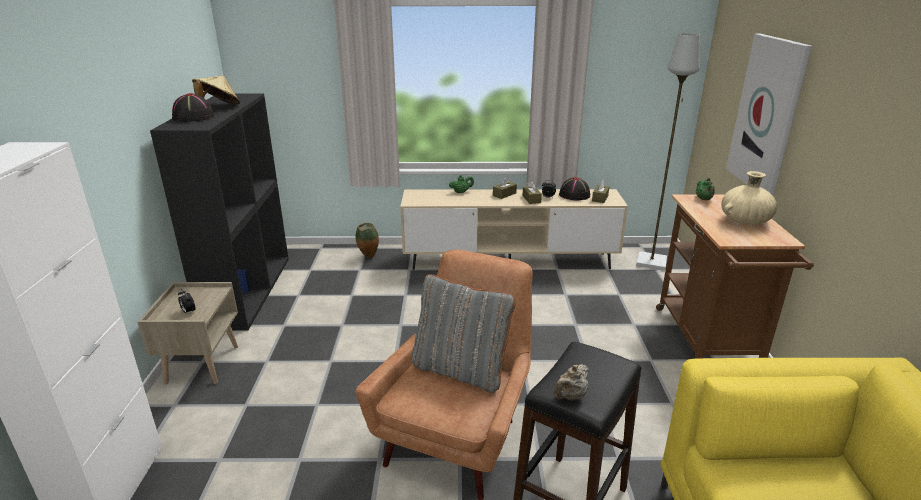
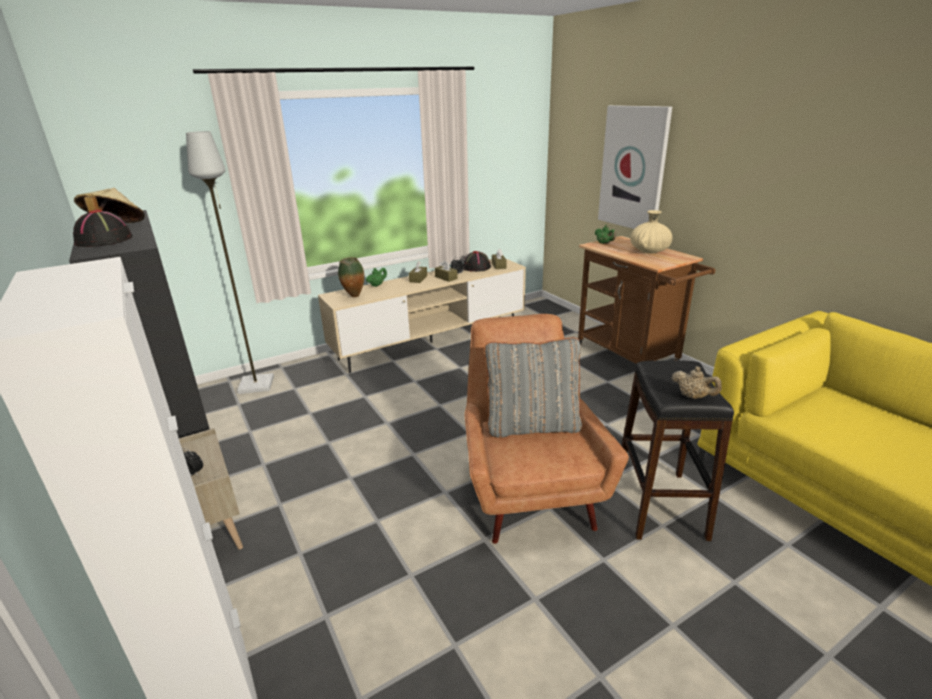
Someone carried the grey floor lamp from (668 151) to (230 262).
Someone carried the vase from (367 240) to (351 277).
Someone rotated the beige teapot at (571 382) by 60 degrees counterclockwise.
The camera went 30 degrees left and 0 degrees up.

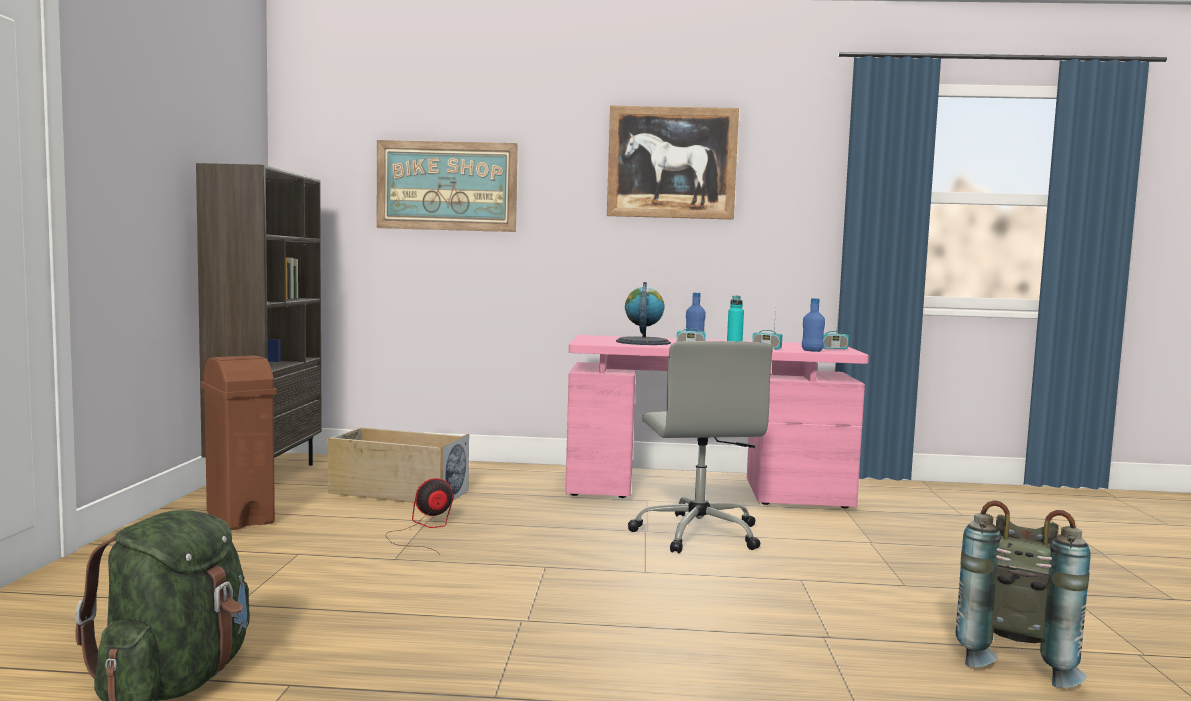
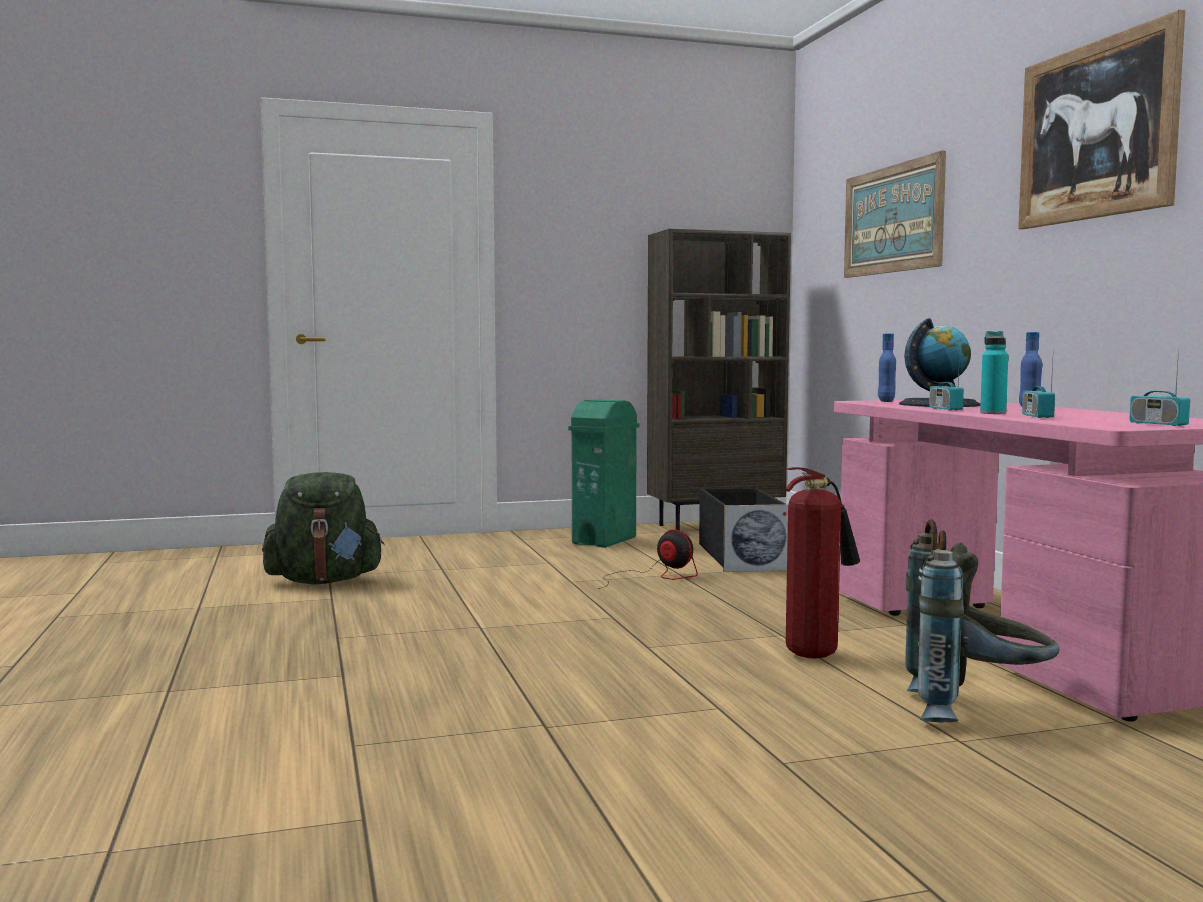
Someone carried the blue bottle from (813 325) to (887 367).
Someone swapped the grey office chair at (700 447) for the fire extinguisher at (823 563).
Someone repainted the brown trash can at (239 442), which became the green trash can at (604 473).
Someone repainted the beige storage box at (398 465), which became the black storage box at (743 530).
Someone carried the grey backpack from (1023 594) to (982 620).
The camera went 70 degrees right and 0 degrees up.

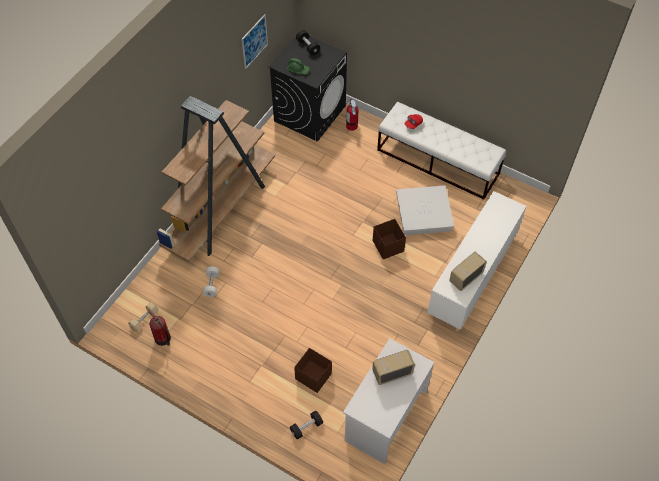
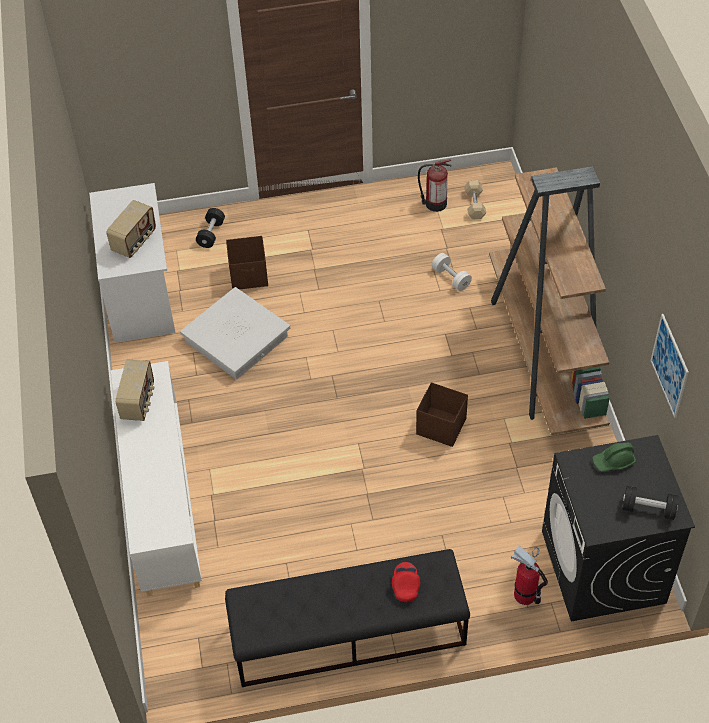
Someone repainted the white bench at (441 151), which became the black bench at (347 618).
Someone carried the white storage box from (425 210) to (235 333).
Someone carried the brown storage box from (389 239) to (442 414).
The camera went 140 degrees right and 5 degrees down.

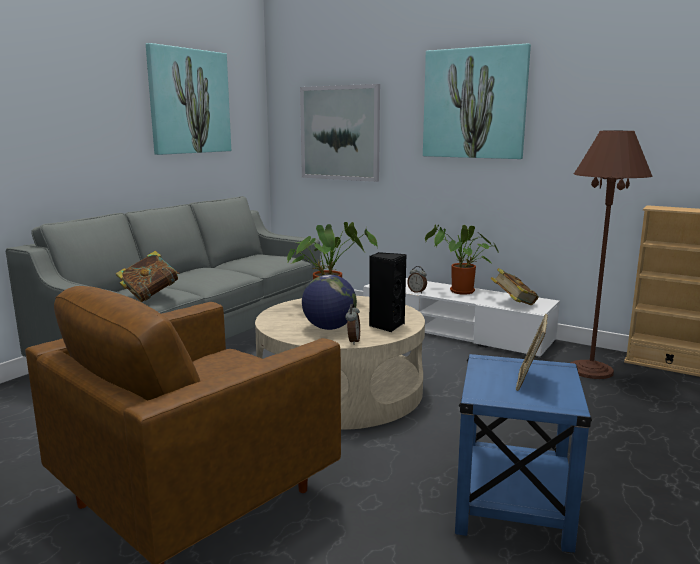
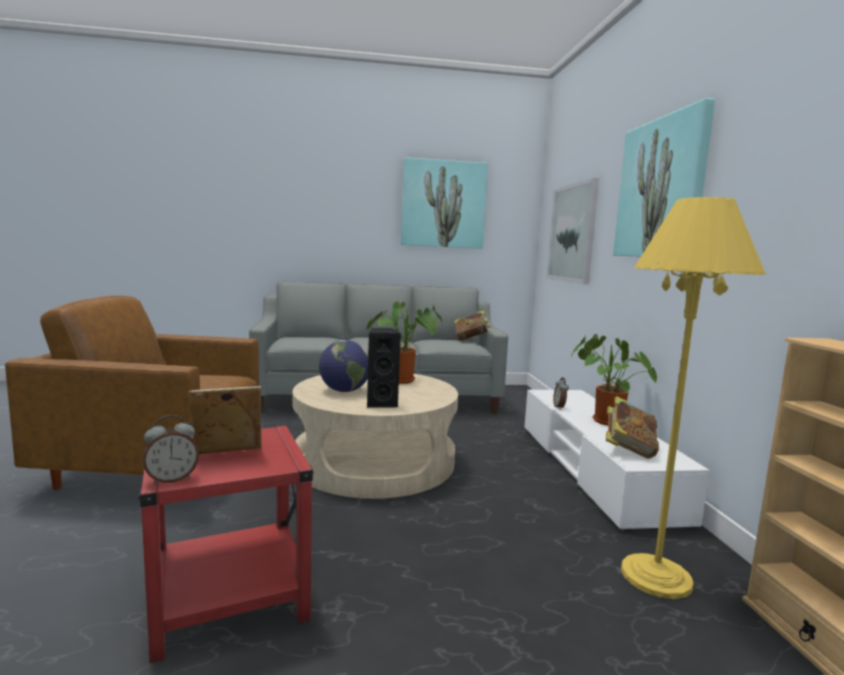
Someone repainted the brown floor lamp at (612 255), which became the yellow floor lamp at (693 398).
Someone carried the book from (148 276) to (473 325).
Someone carried the alarm clock from (352 324) to (170 449).
Someone repainted the blue side table at (523 453), which became the red side table at (226 544).
The camera went 50 degrees right and 5 degrees down.

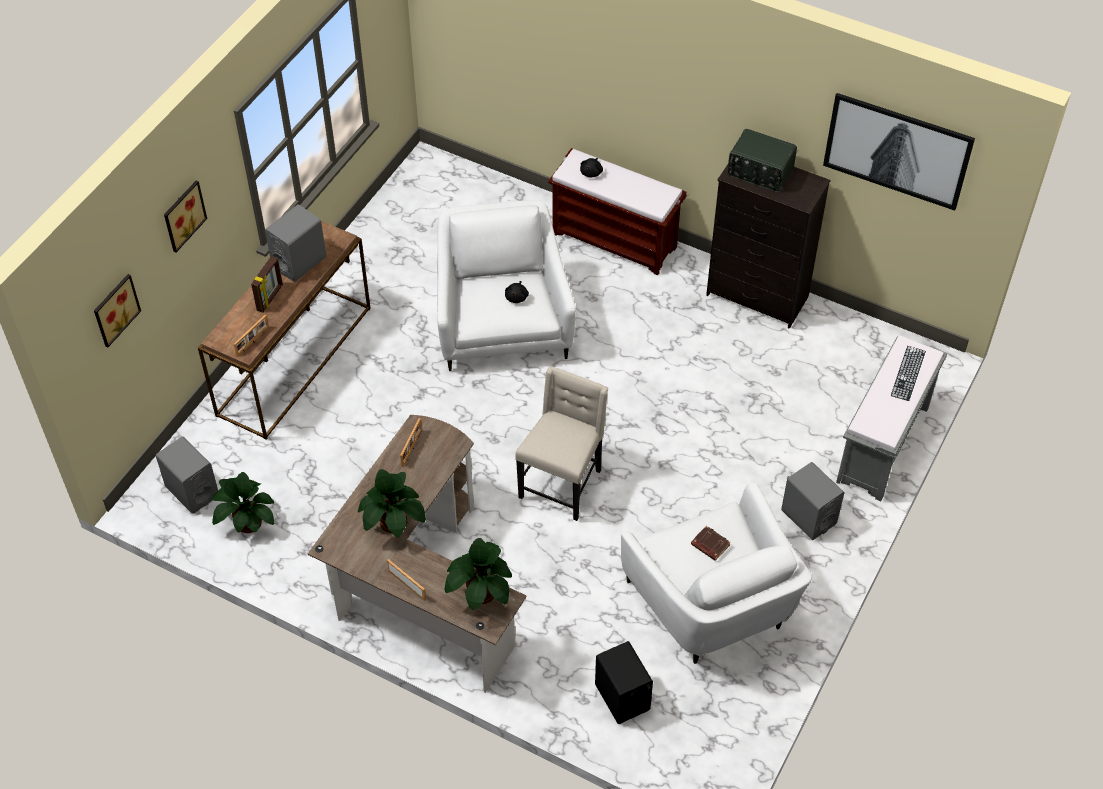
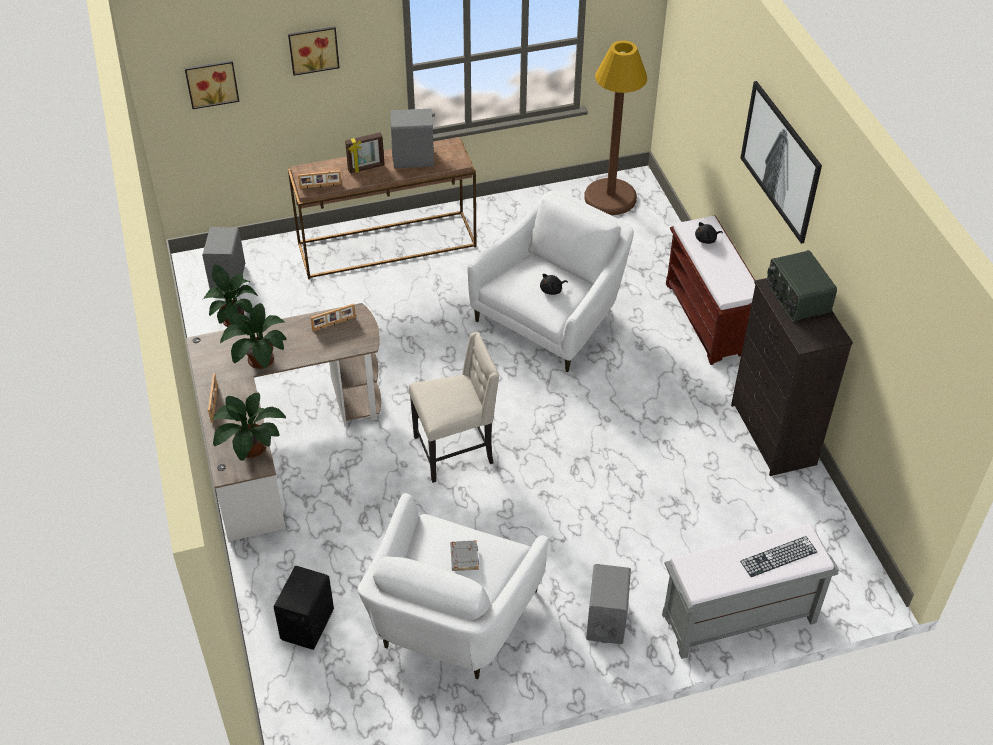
Someone carried the picture from (899 152) to (781 162).
Someone repainted the brown book at (711 543), which became the grey book at (464 555).
Someone put down the brown floor lamp at (615 127).
The camera went 45 degrees right and 5 degrees down.

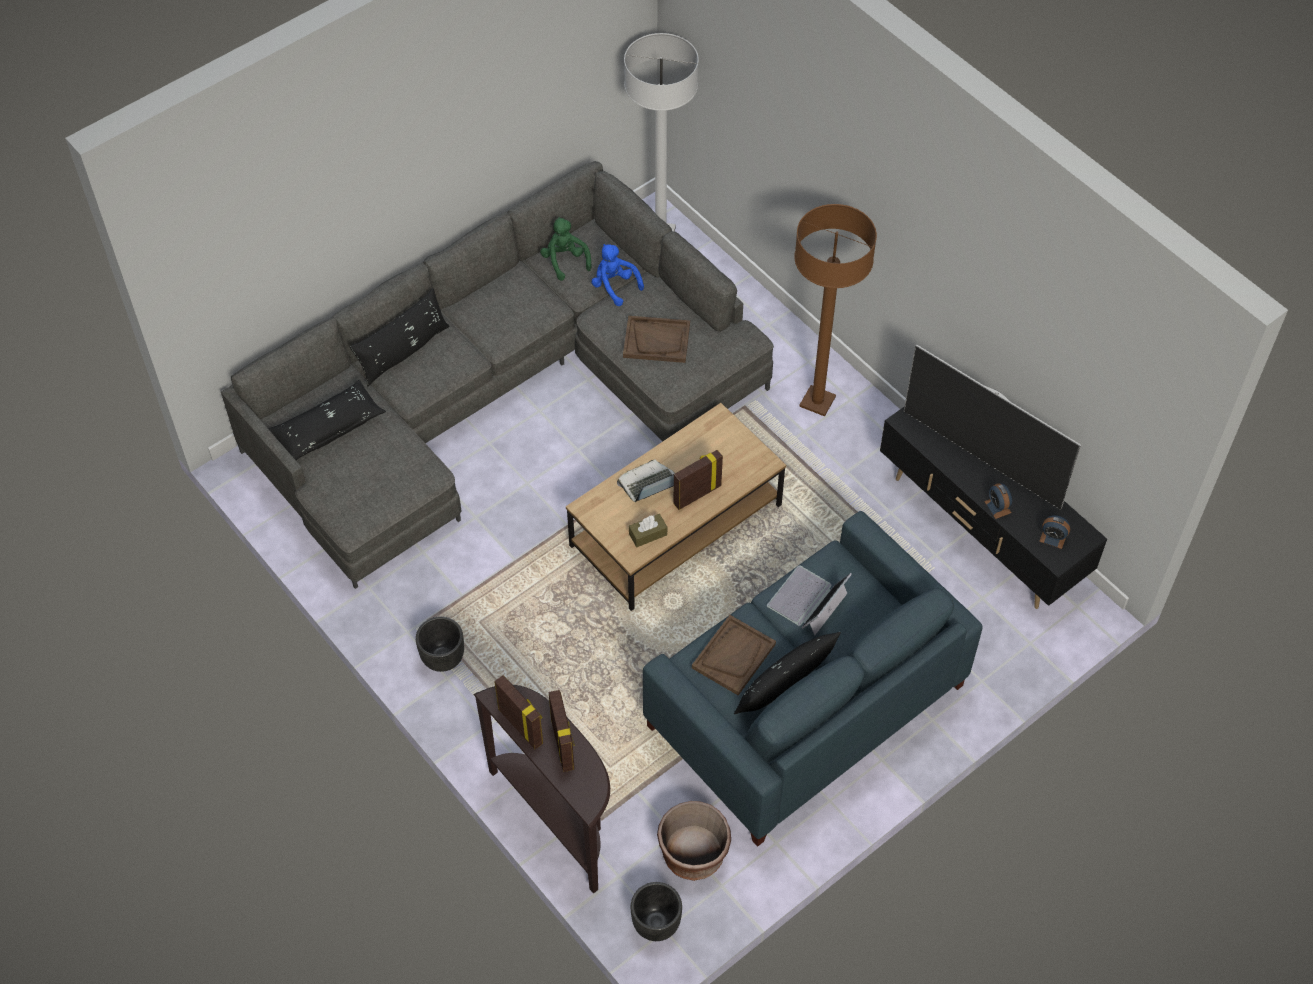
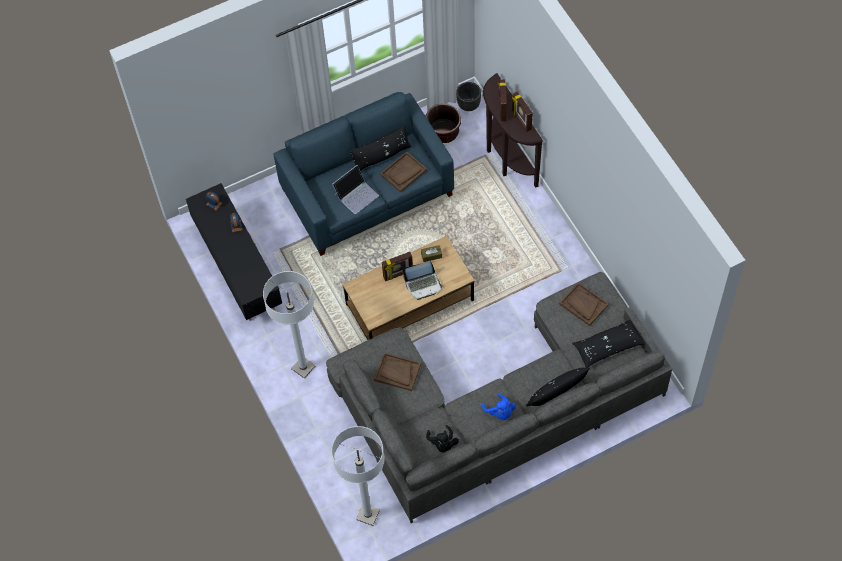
Someone repainted the brown floor lamp at (835 310), which became the white floor lamp at (289 325).
Someone repainted the green plush toy at (565 249), which became the black plush toy at (442 438).
Someone carried the blue plush toy from (618 275) to (499 407).
Someone took away the television at (992 427).
Someone took away the black planter at (440 644).
Someone put down the brown tray at (584 304).
The camera went 165 degrees left and 5 degrees up.

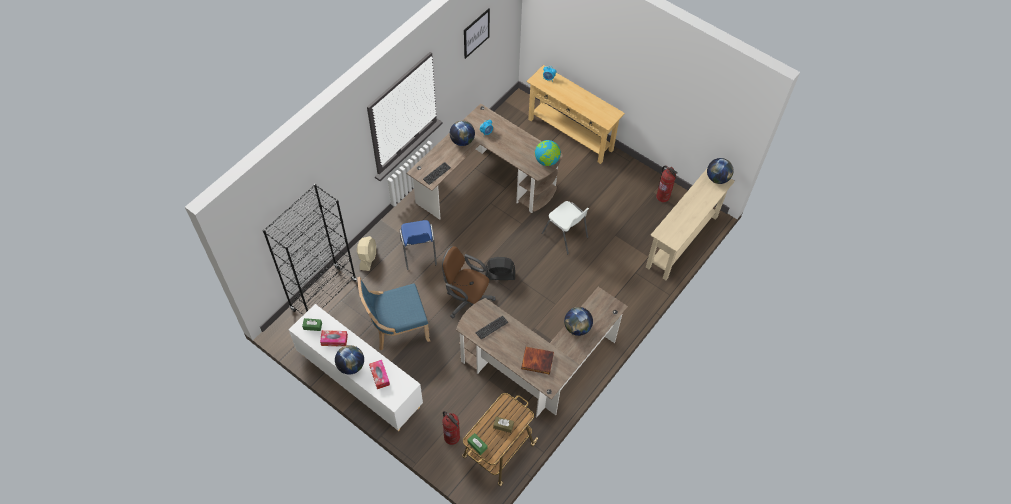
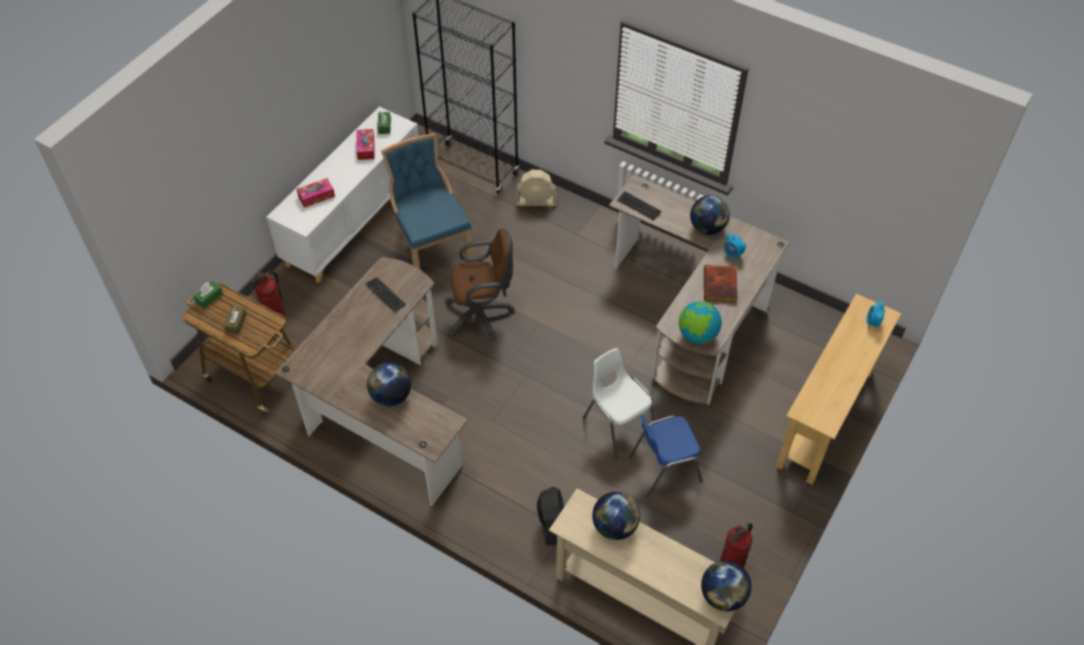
Someone took away the picture at (477 34).
Someone rotated the white chair at (565 227) by 105 degrees clockwise.
Someone carried the blue chair from (418 245) to (666 456).
Someone rotated the brown office chair at (469 282) by 60 degrees clockwise.
Someone carried the black fan from (500 268) to (550 516).
Someone carried the globe from (349 360) to (616 516).
Someone carried the book from (537 361) to (721 283).
The camera went 85 degrees right and 5 degrees down.

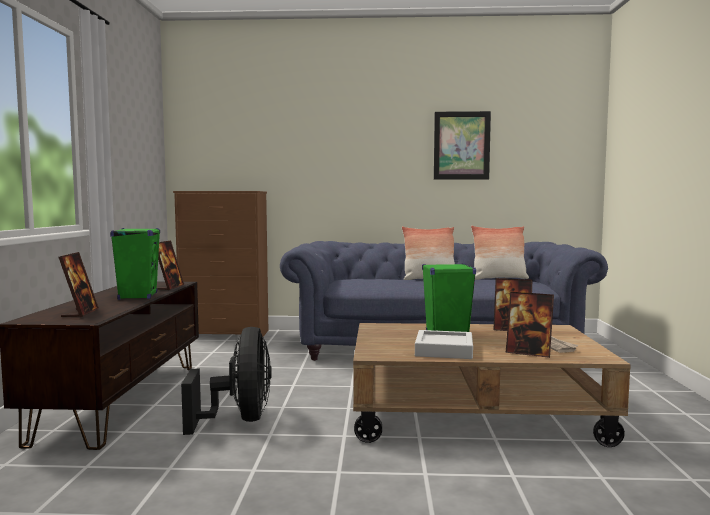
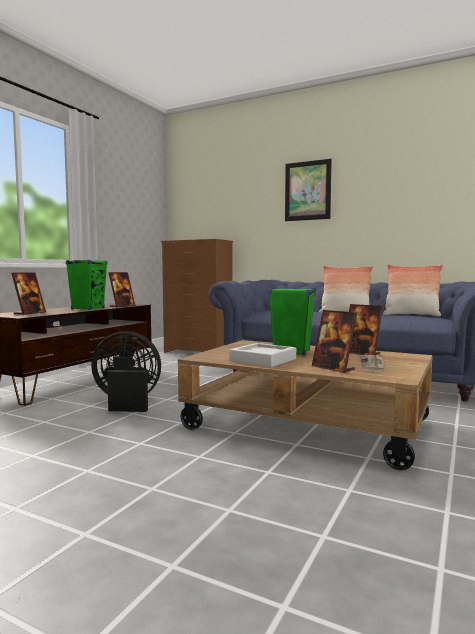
Someone carried the picture from (462 145) to (308 190).
Someone rotated the black fan at (226 381) by 105 degrees counterclockwise.
The camera went 25 degrees right and 0 degrees up.

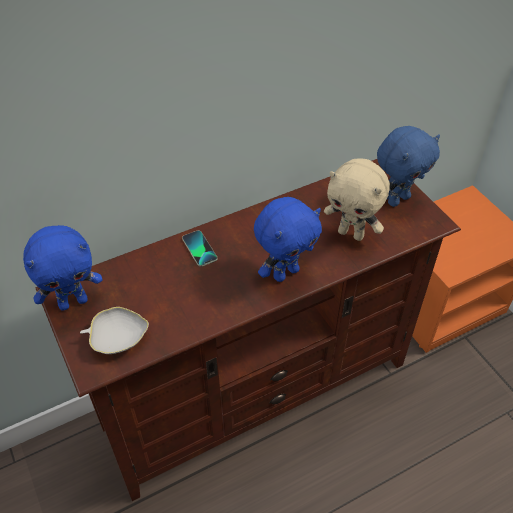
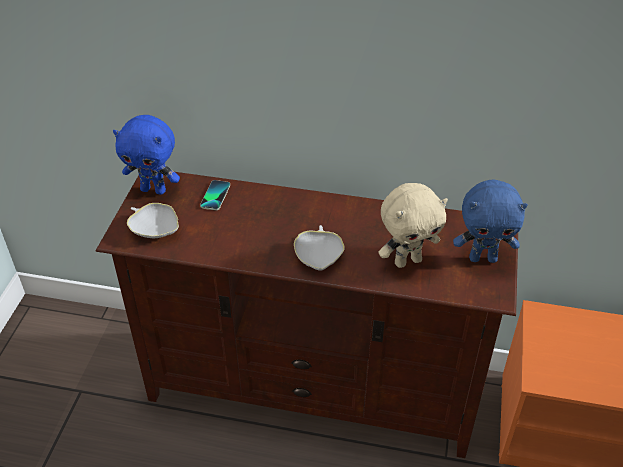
Someone rotated the beige plush toy at (357 199) by 90 degrees counterclockwise.
Someone swapped the blue plush toy at (288 239) for the white bowl at (319 247).
Someone carried the phone from (199 248) to (215 195).
The camera went 40 degrees right and 5 degrees down.

